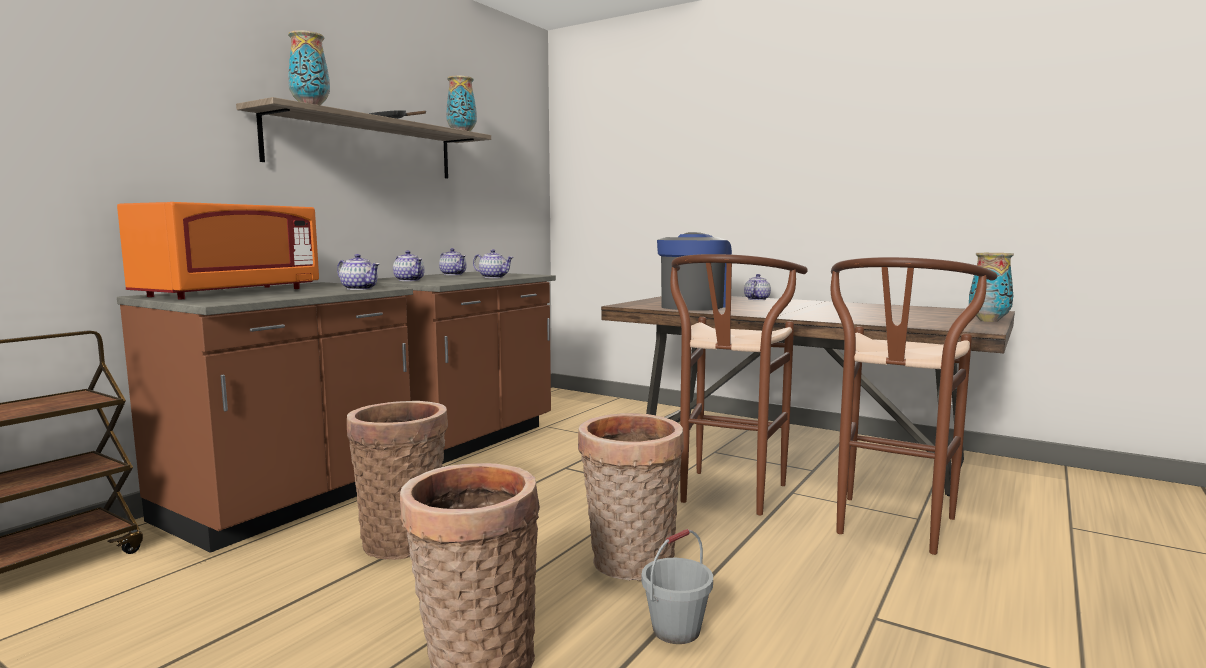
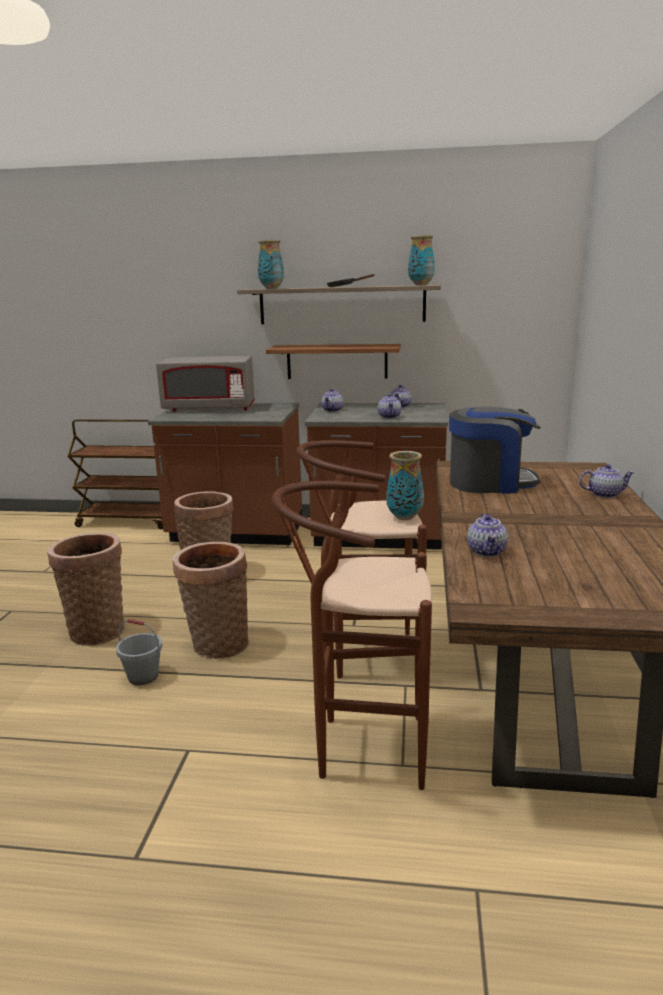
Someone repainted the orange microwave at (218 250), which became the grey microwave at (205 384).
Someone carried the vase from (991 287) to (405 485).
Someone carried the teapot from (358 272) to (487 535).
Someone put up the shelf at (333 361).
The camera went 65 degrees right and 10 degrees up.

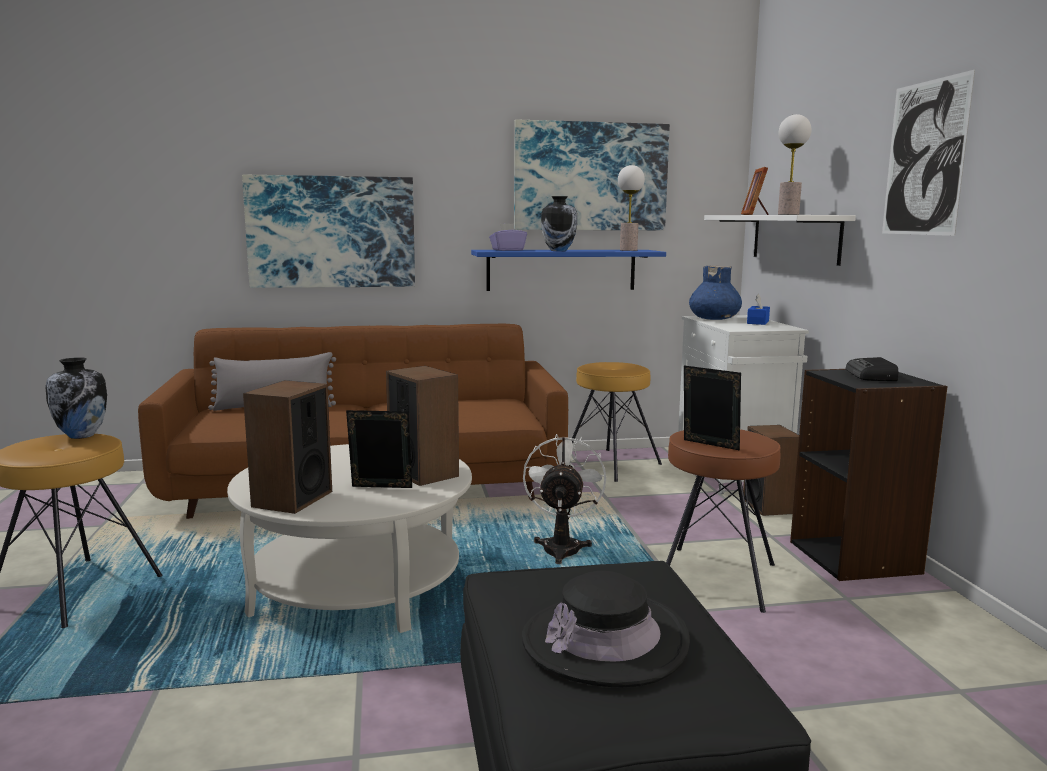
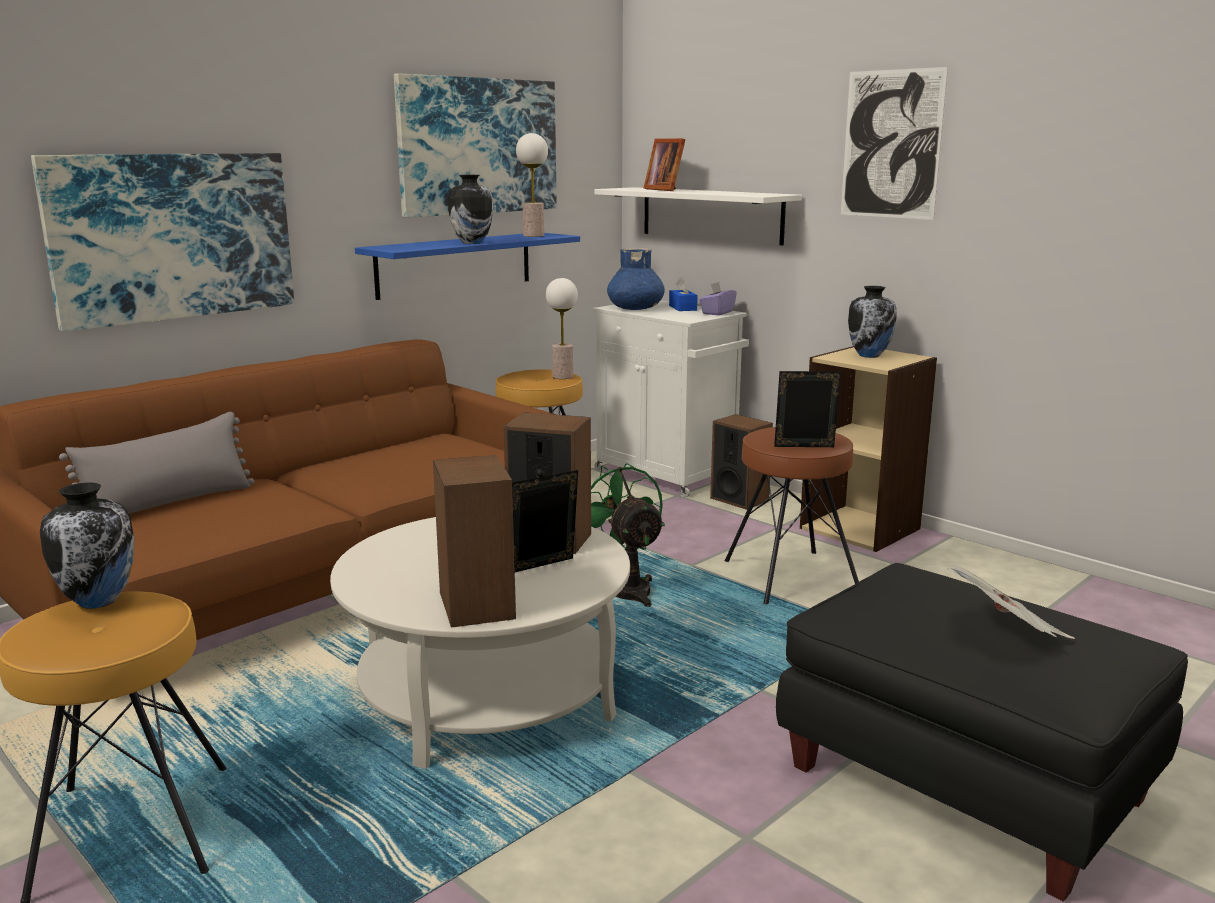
Someone carried the table lamp from (794 164) to (562 328).
Someone carried the purple tissue box from (508 237) to (718 298).
Someone swapped the radio at (872 369) for the vase at (872 322).
Someone repainted the black bookcase at (869 475), which became the beige bookcase at (868 449).
Someone repainted the white fan at (564 499), which became the green fan at (628 535).
Someone swapped the black hat at (606 629) for the newspaper at (1010 602).
The camera went 35 degrees left and 5 degrees up.

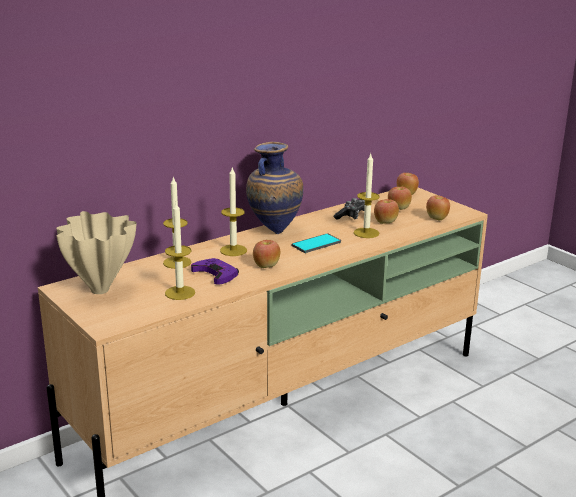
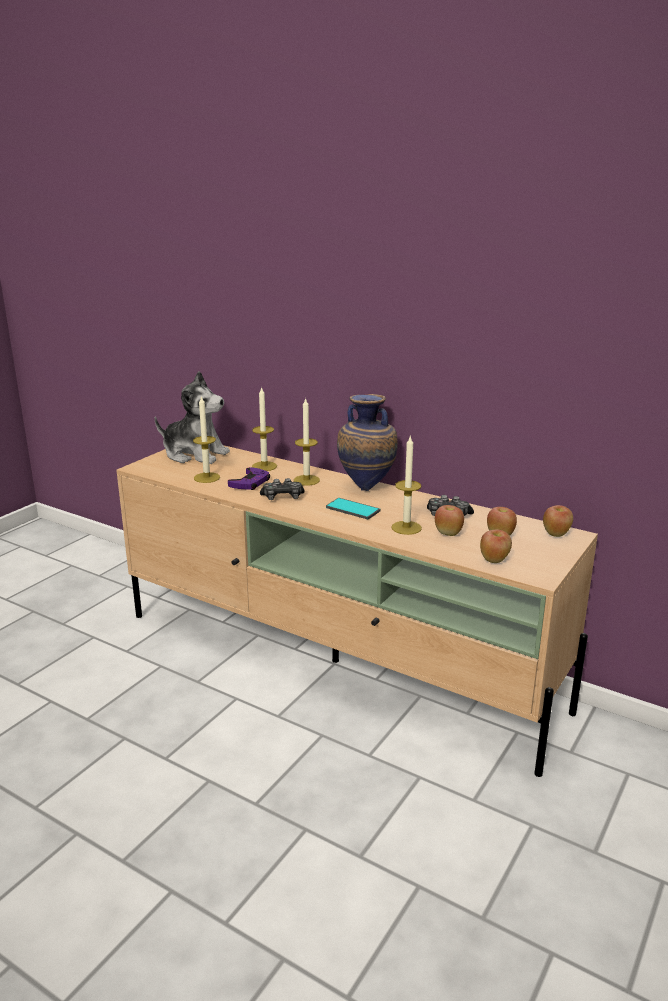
Someone swapped the beige vase at (96 252) for the plush toy at (192 417).
Someone swapped the apple at (266 254) for the game controller at (282 489).
The camera went 70 degrees right and 0 degrees up.

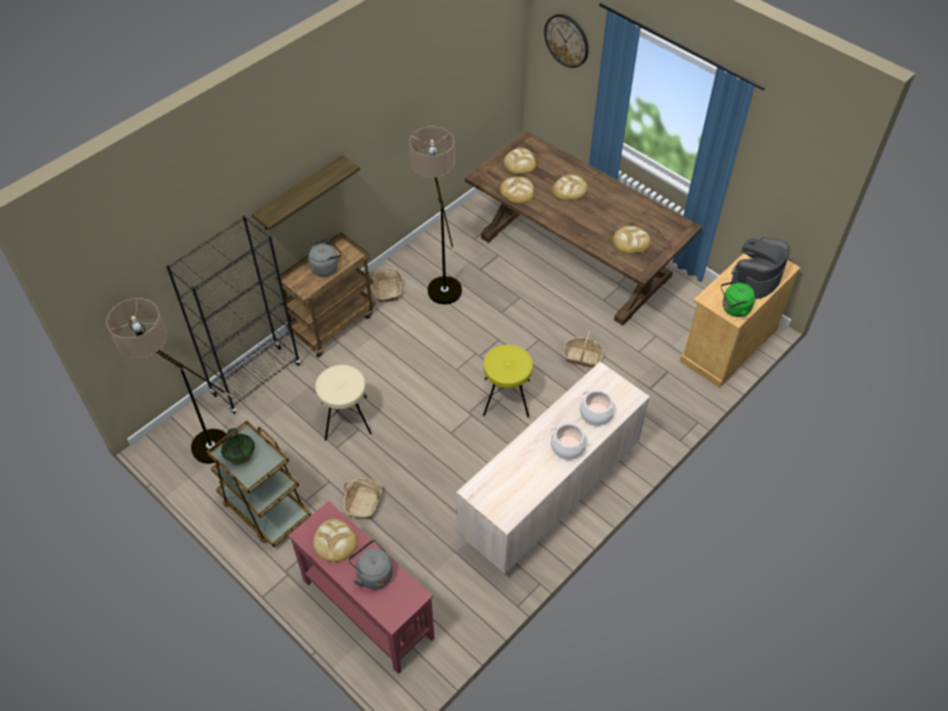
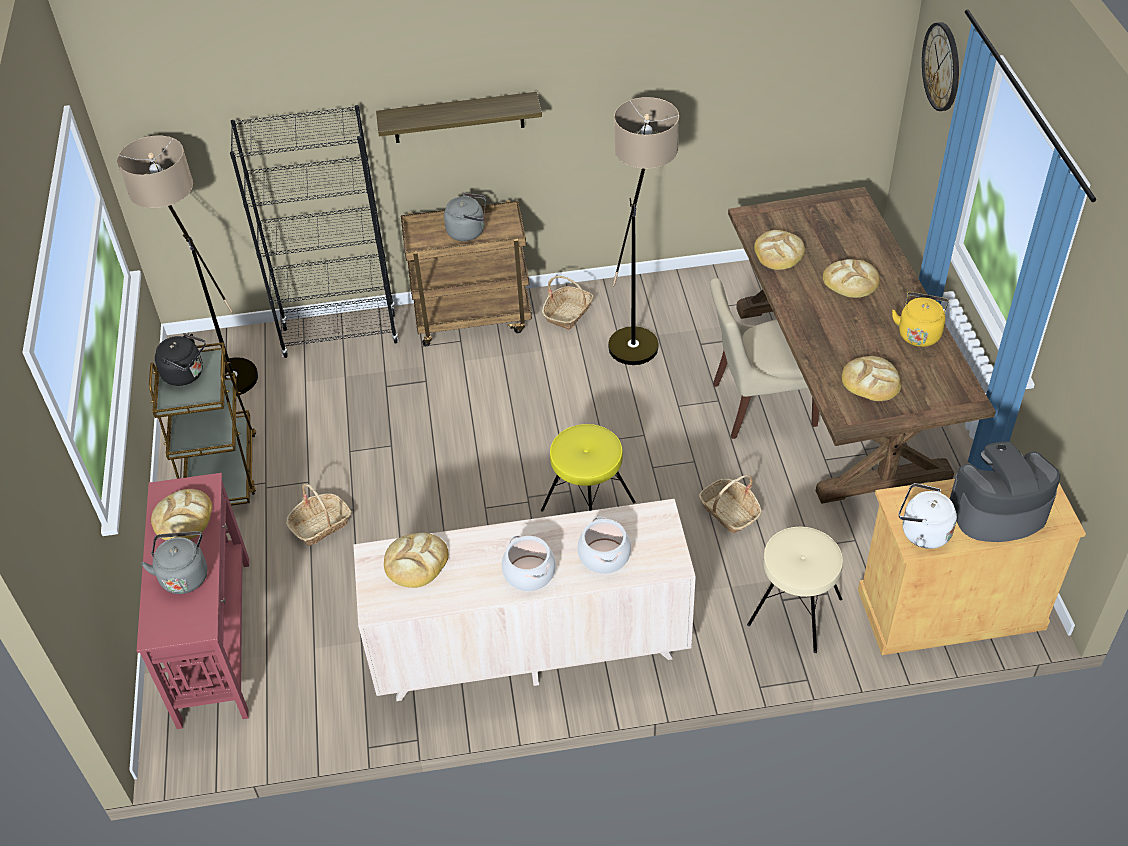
Someone carried the bread from (520 161) to (416 560).
Someone repainted the green kettle at (738 299), which became the white kettle at (928 516).
Someone carried the beige stool from (343 403) to (795 590).
Someone swapped the vase at (238 446) for the black kettle at (180 359).
Someone put down the beige chair at (764 358).
Someone put down the yellow kettle at (920 319).
The camera went 40 degrees right and 5 degrees down.

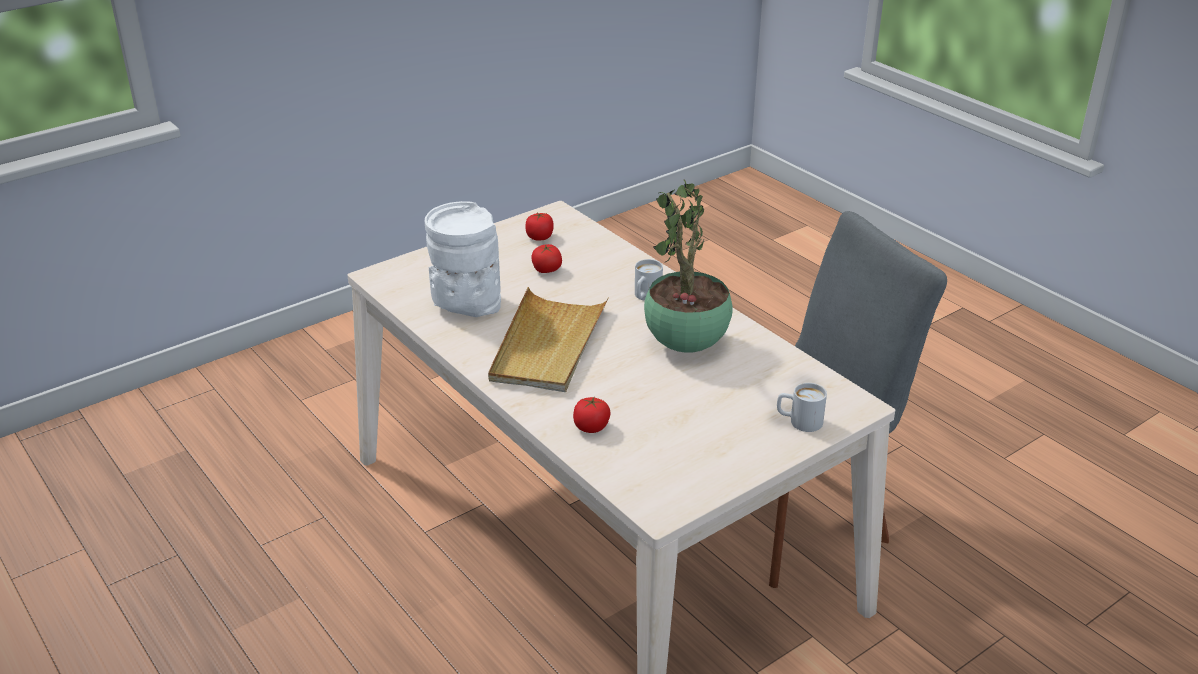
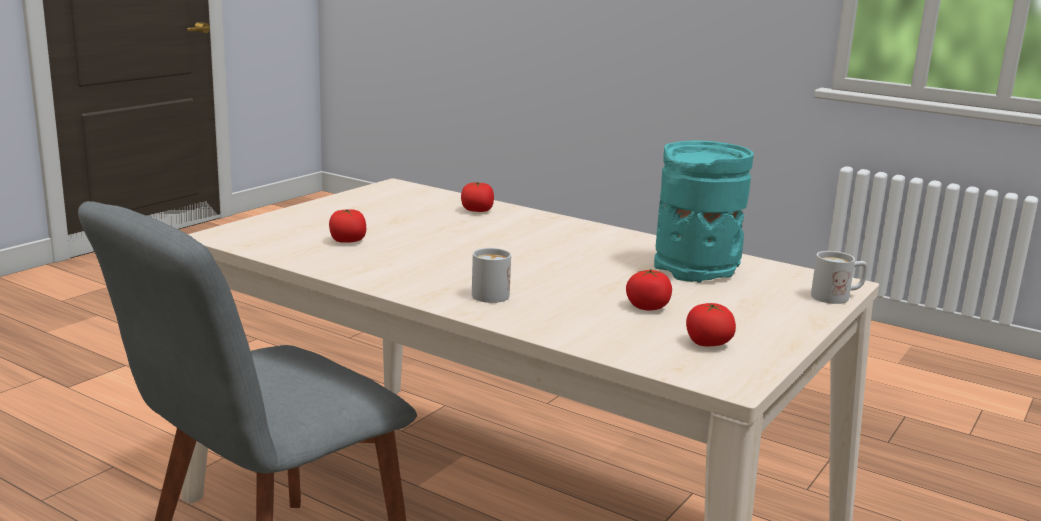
Someone took away the potted plant at (688 266).
Someone repainted the white vase at (463 259), which became the turquoise vase at (704 212).
Someone took away the beige tray at (548 339).
Someone carried the white mug from (802 407) to (839 277).
Someone put down the tomato at (347 226).
The camera went 160 degrees right and 15 degrees down.

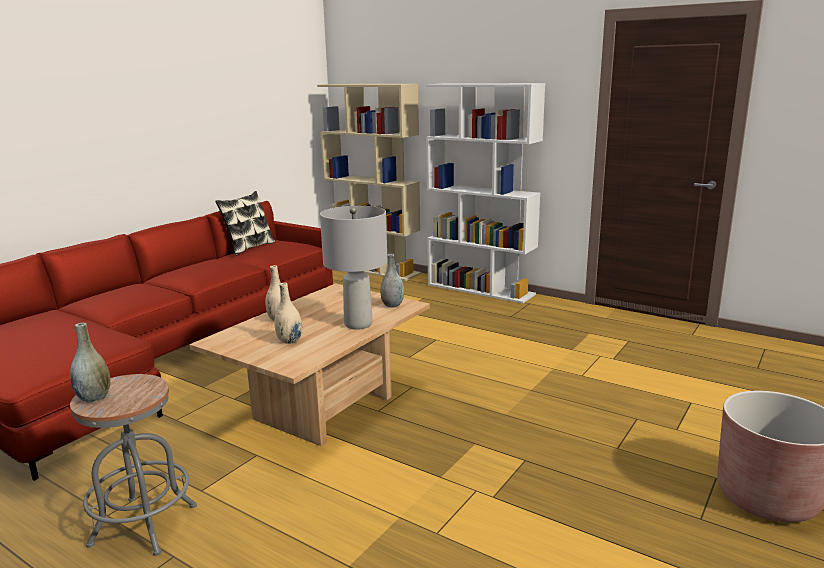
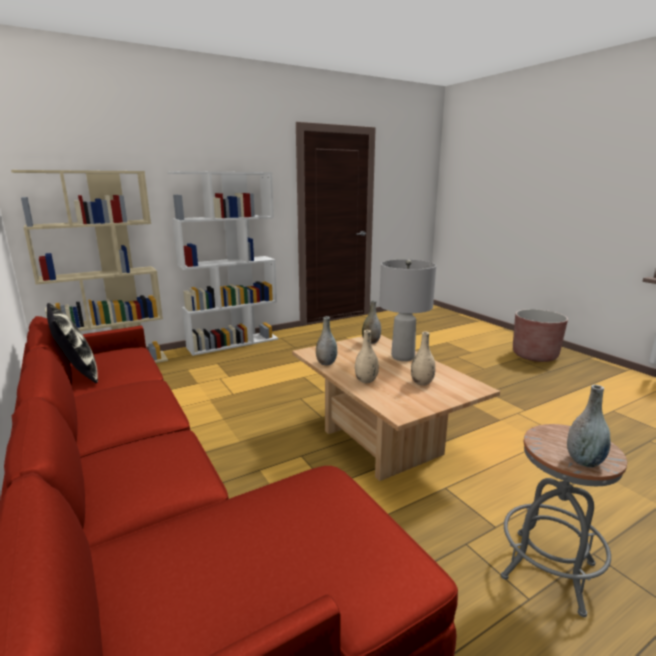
Someone put down the grey vase at (326 340).
The camera went 65 degrees left and 0 degrees up.

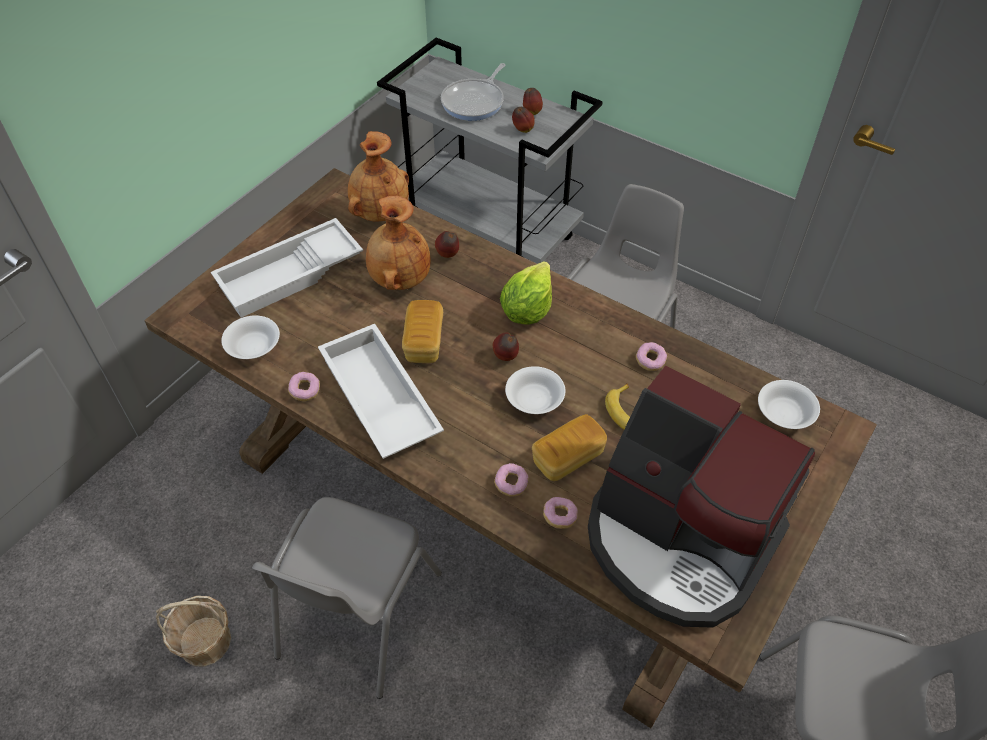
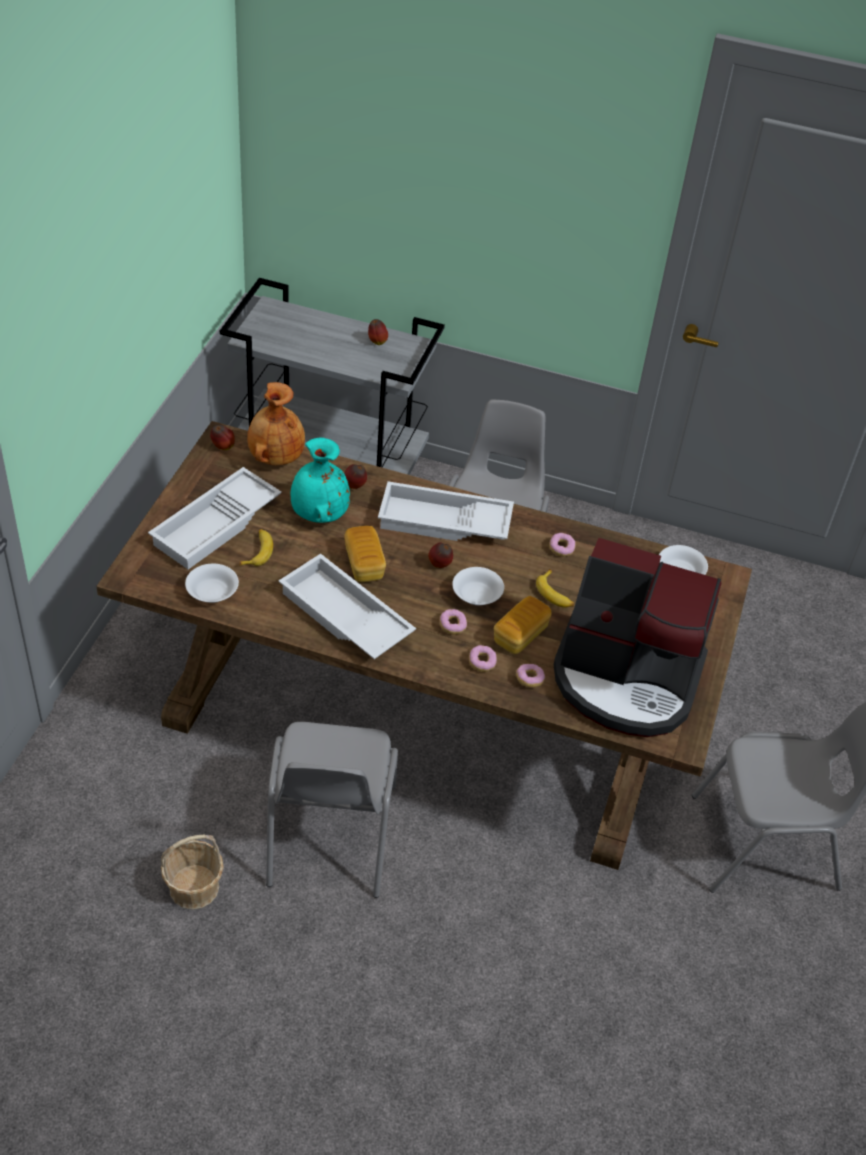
Someone took away the frying pan at (473 92).
Someone carried the apple from (523 120) to (222 437).
Someone repainted the brown vase at (398 243), which became the turquoise vase at (320 480).
Someone swapped the lettuce at (526 293) for the white tray at (446 511).
Someone carried the donut from (304 386) to (453 622).
Someone put down the banana at (256 547).
The camera went 20 degrees left and 5 degrees down.

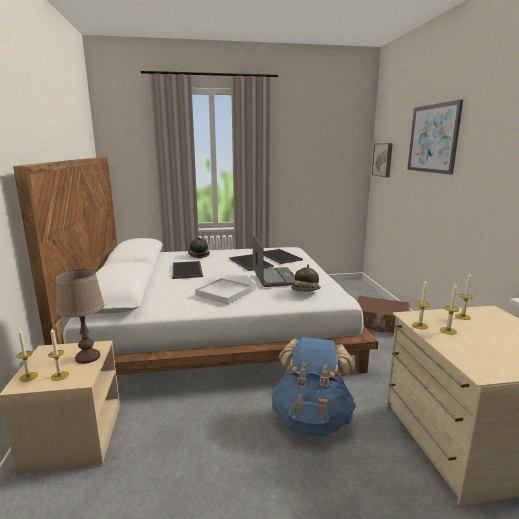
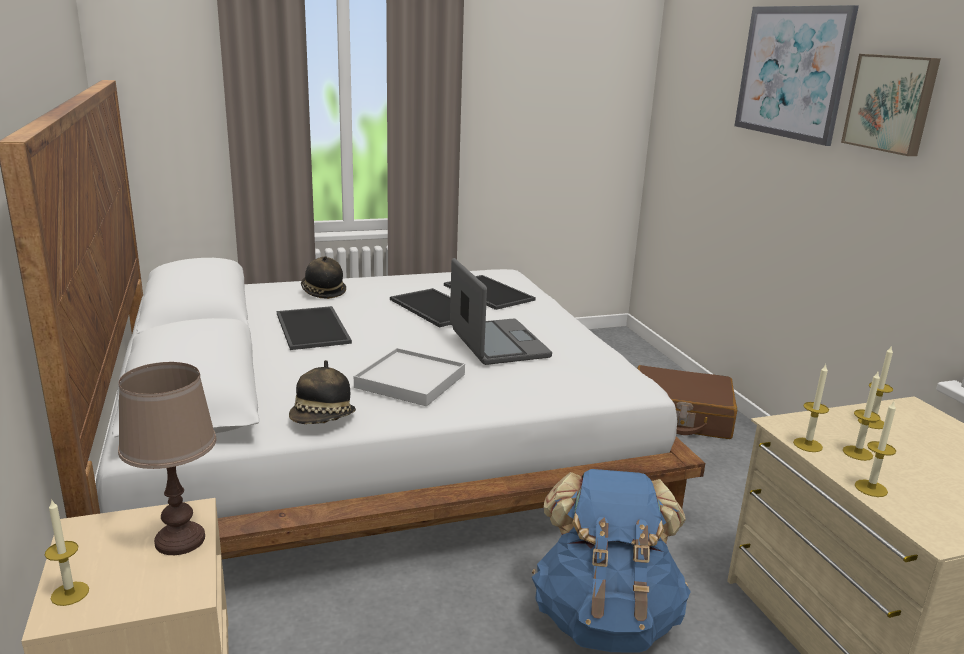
Someone carried the picture from (382 160) to (891 105).
Someone carried the hat from (306 278) to (322 392).
Someone carried the candle from (58 355) to (875 449).
The camera went 10 degrees left and 5 degrees up.

